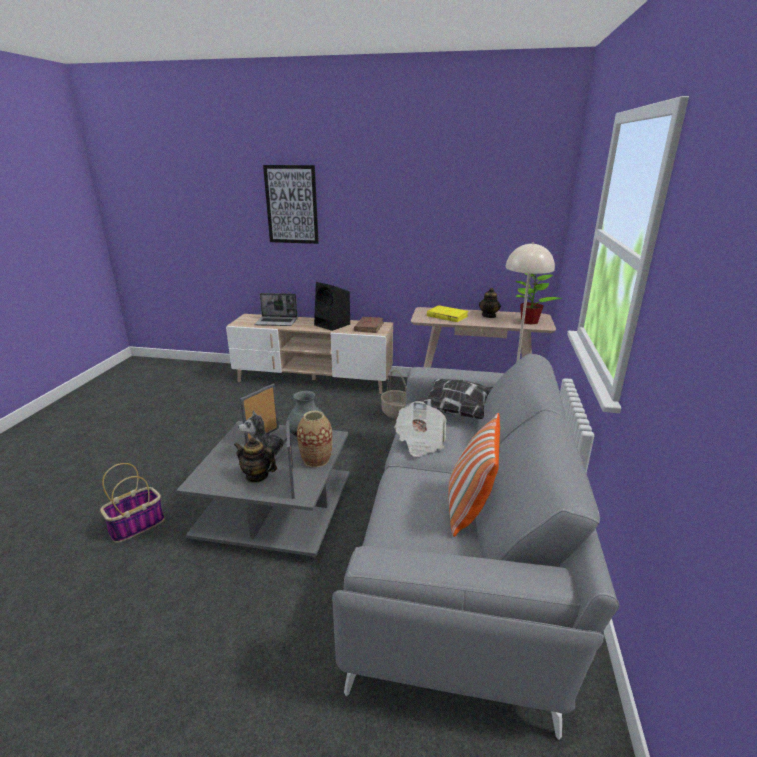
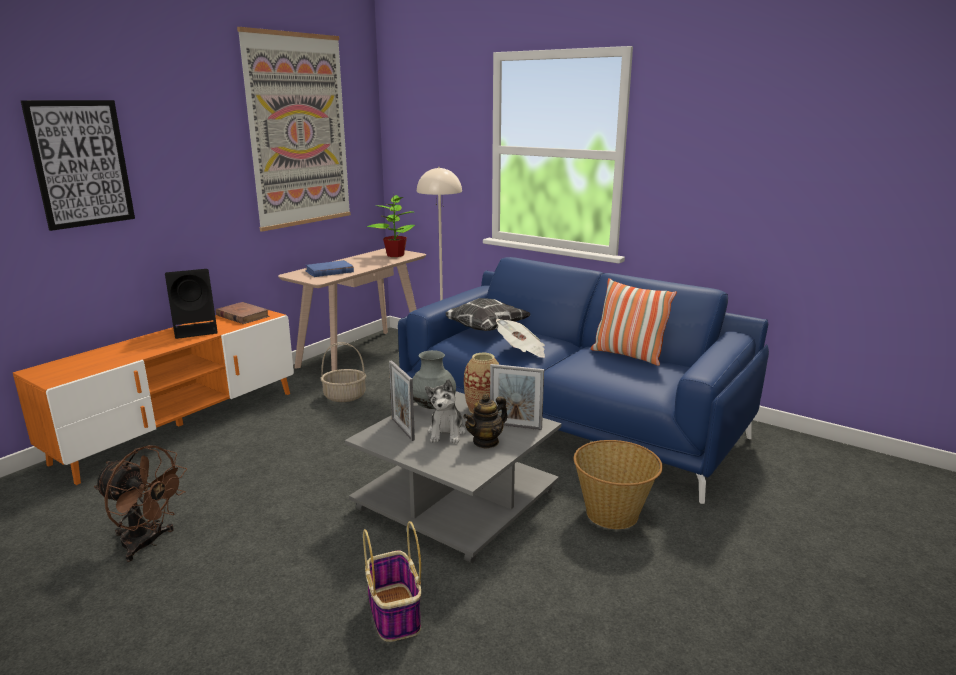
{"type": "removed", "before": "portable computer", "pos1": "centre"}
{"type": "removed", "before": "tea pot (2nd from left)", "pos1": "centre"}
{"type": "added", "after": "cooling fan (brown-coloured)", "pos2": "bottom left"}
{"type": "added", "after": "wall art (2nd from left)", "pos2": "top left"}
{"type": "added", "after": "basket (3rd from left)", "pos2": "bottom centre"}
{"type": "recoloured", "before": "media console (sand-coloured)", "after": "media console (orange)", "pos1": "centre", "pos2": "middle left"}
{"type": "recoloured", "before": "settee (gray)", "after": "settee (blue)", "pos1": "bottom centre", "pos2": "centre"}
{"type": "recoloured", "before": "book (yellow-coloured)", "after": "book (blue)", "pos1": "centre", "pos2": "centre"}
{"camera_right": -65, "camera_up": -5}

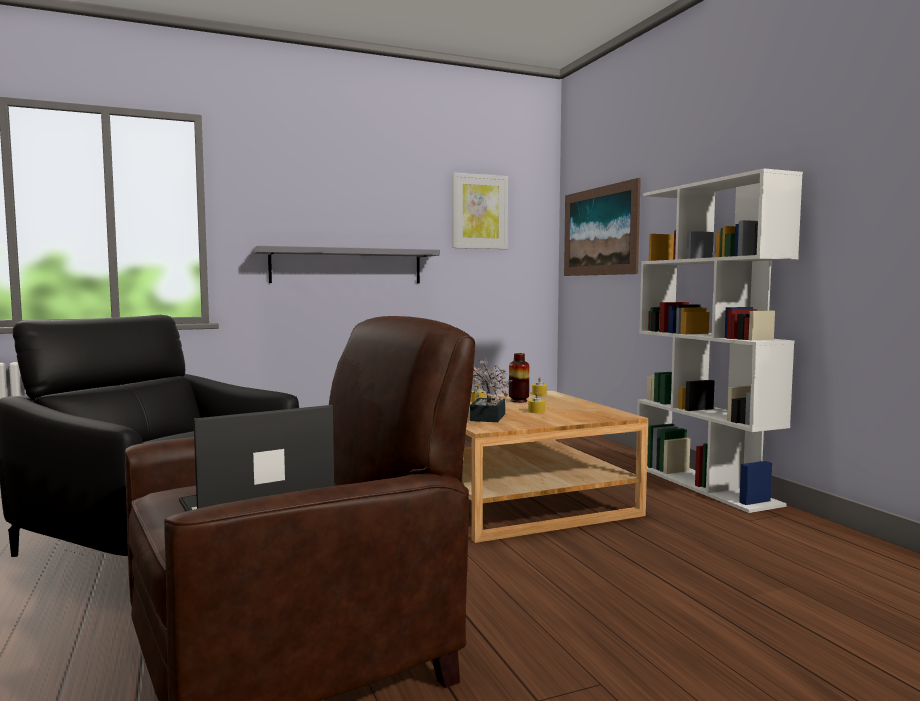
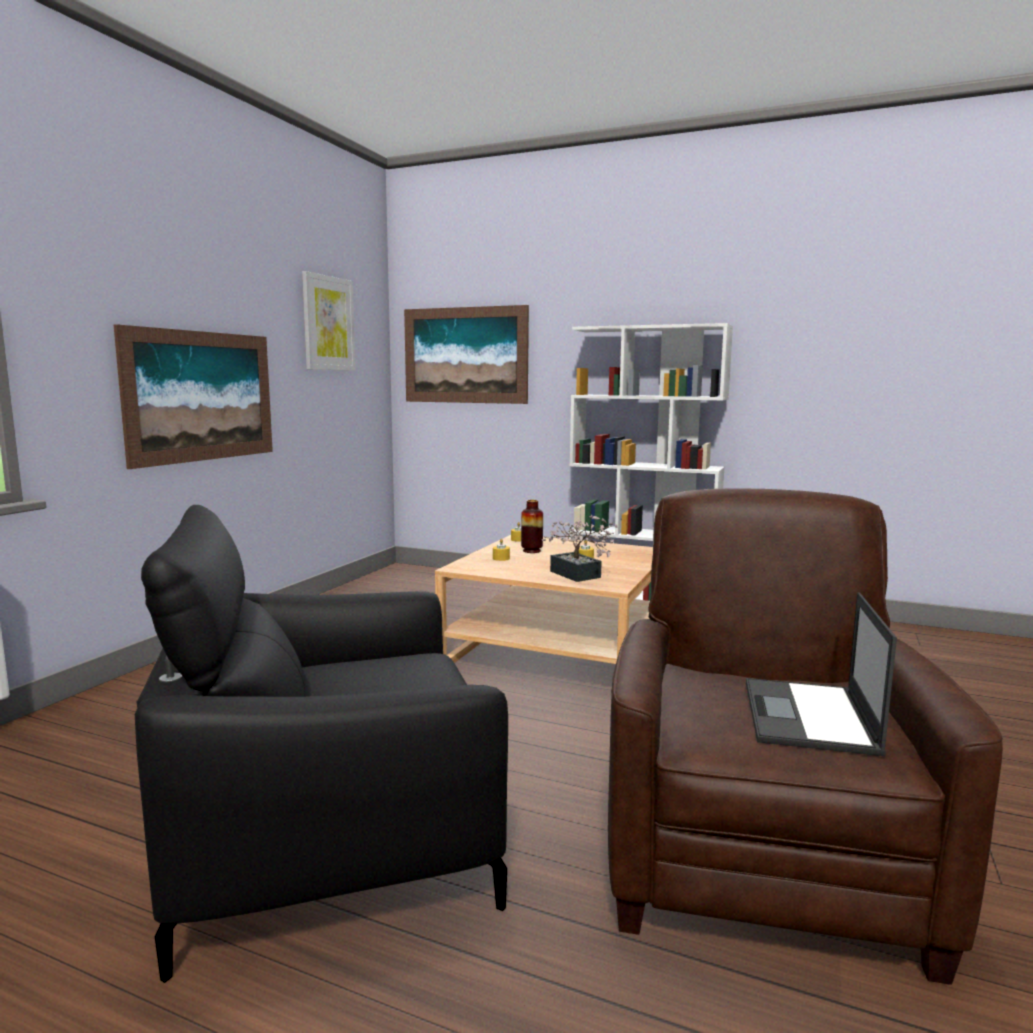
{"type": "replaced", "before": "shelf (gray)", "after": "wall art (1st from left)", "pos1": "centre", "pos2": "middle left"}
{"camera_right": -45, "camera_up": 5}

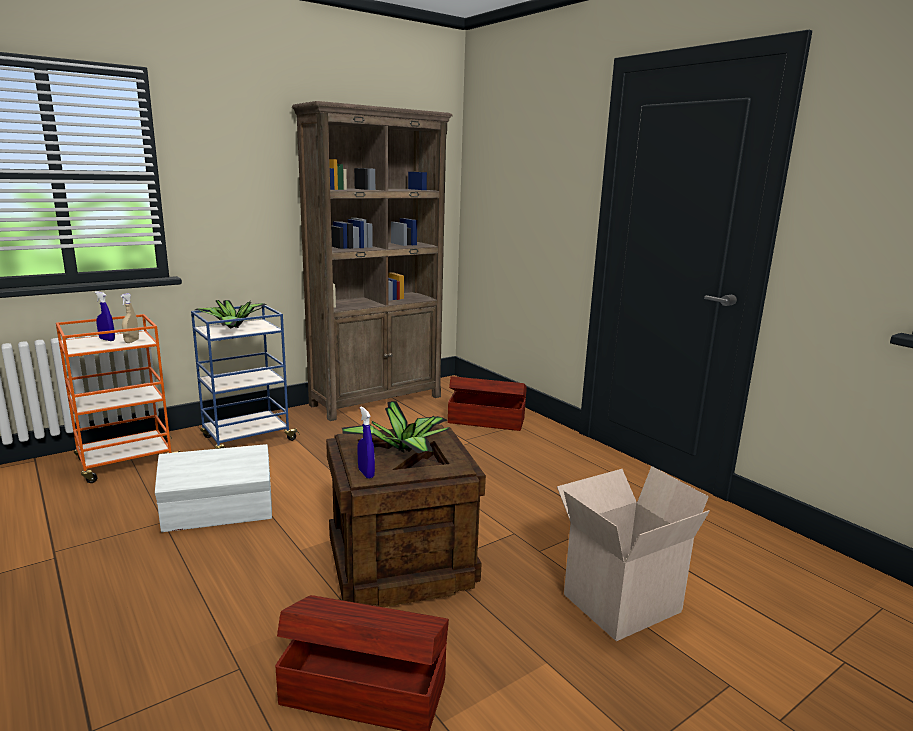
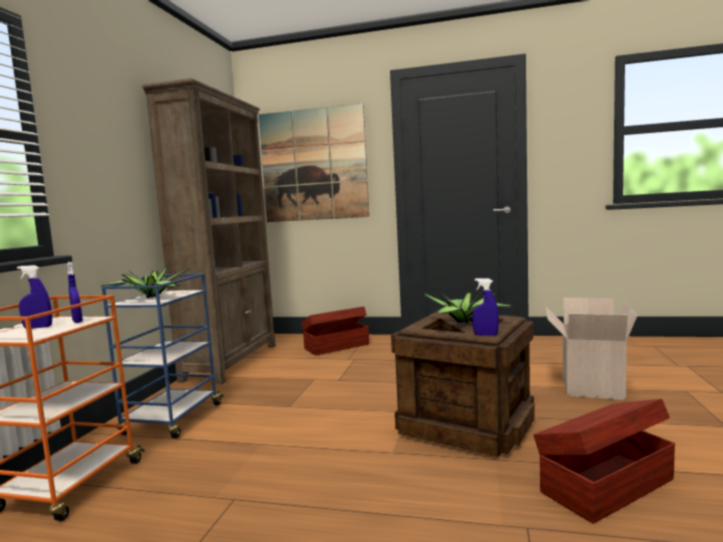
{"type": "removed", "before": "storage bin (white)", "pos1": "bottom left"}
{"type": "added", "after": "wall art", "pos2": "top centre"}
{"type": "recoloured", "before": "spray bottle (sand-coloured)", "after": "spray bottle (blue) (2nd from left)", "pos1": "middle left", "pos2": "middle left"}
{"camera_right": -40, "camera_up": -10}

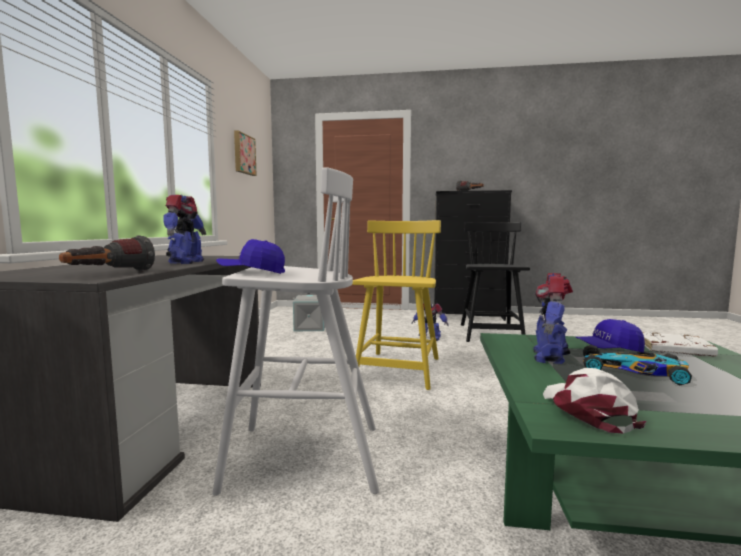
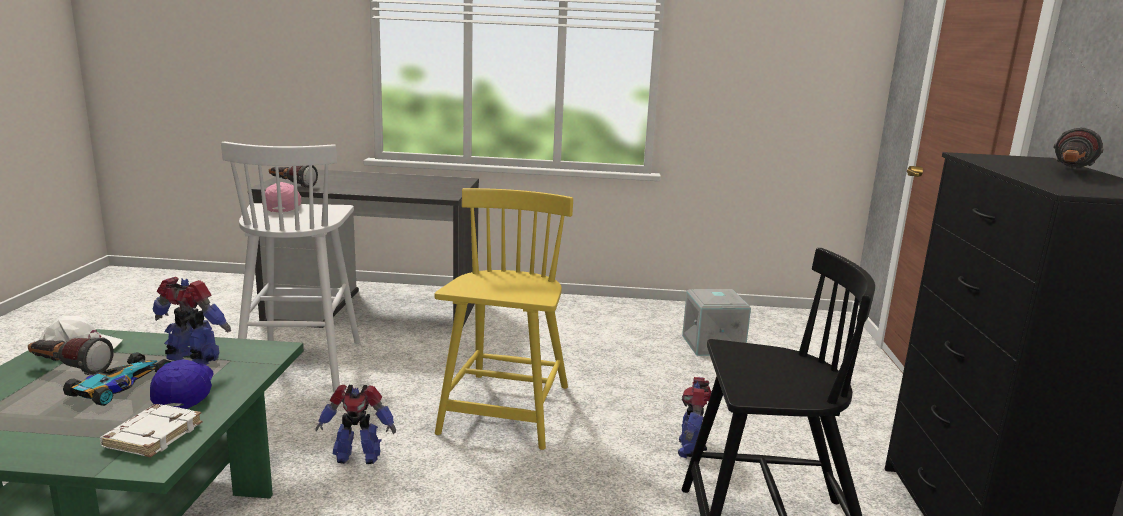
{"type": "removed", "before": "wall art", "pos1": "top left"}
{"type": "added", "after": "torch (1st from left)", "pos2": "bottom left"}
{"type": "moved", "before": "toy robot (1st from left in the first image)", "after": "toy robot (2nd from left)", "pos1": "middle left", "pos2": "bottom left"}
{"type": "recoloured", "before": "peaked cap (blue) (1st from left)", "after": "peaked cap (pinkish)", "pos1": "centre", "pos2": "middle left"}
{"type": "turned", "before": "plain chair (yellow-coloured)", "pos1": "centre", "pos2": "centre", "turn": -90}
{"camera_right": 85, "camera_up": 10}

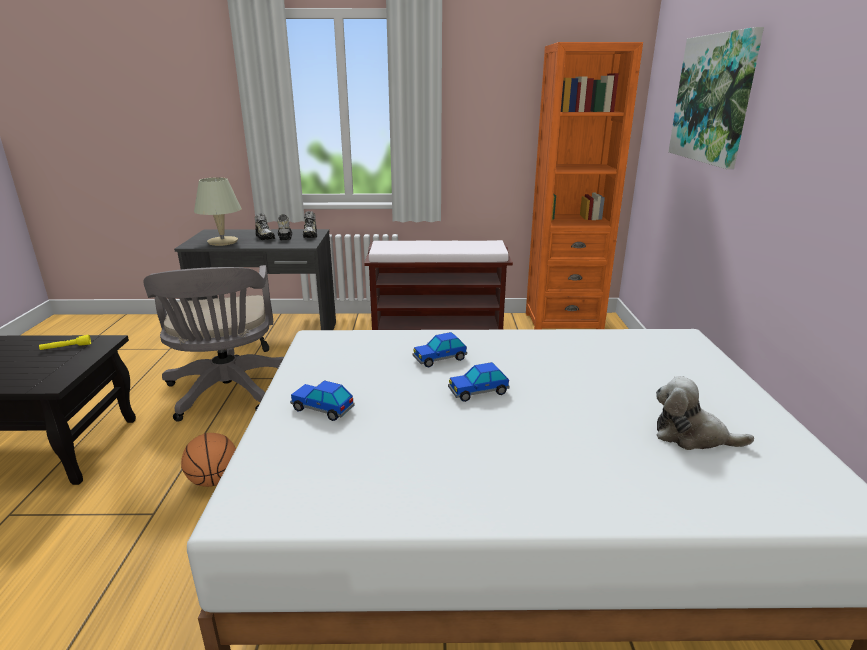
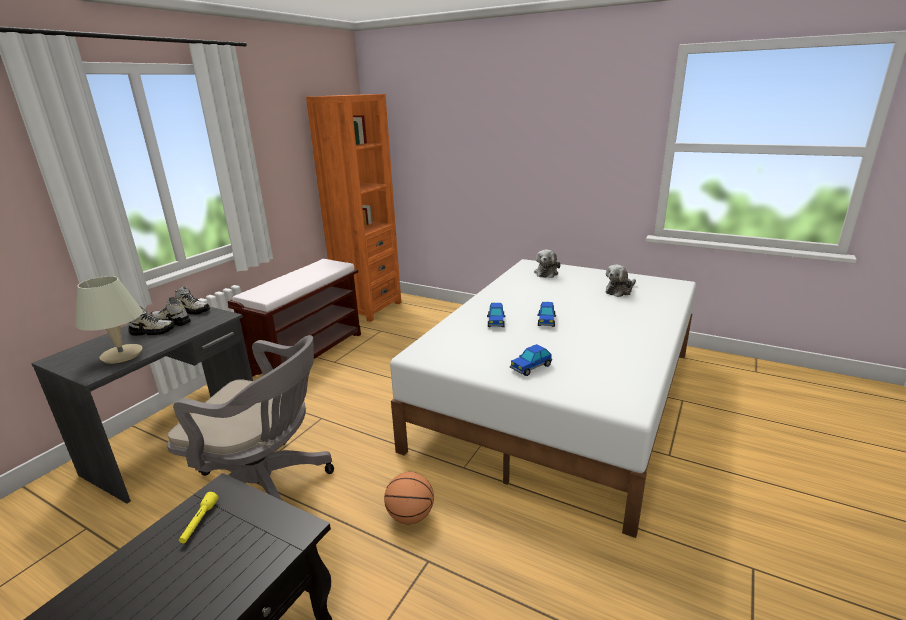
{"type": "removed", "before": "wall art", "pos1": "top right"}
{"type": "added", "after": "soft toy (1st from left)", "pos2": "centre"}
{"camera_right": -60, "camera_up": 0}

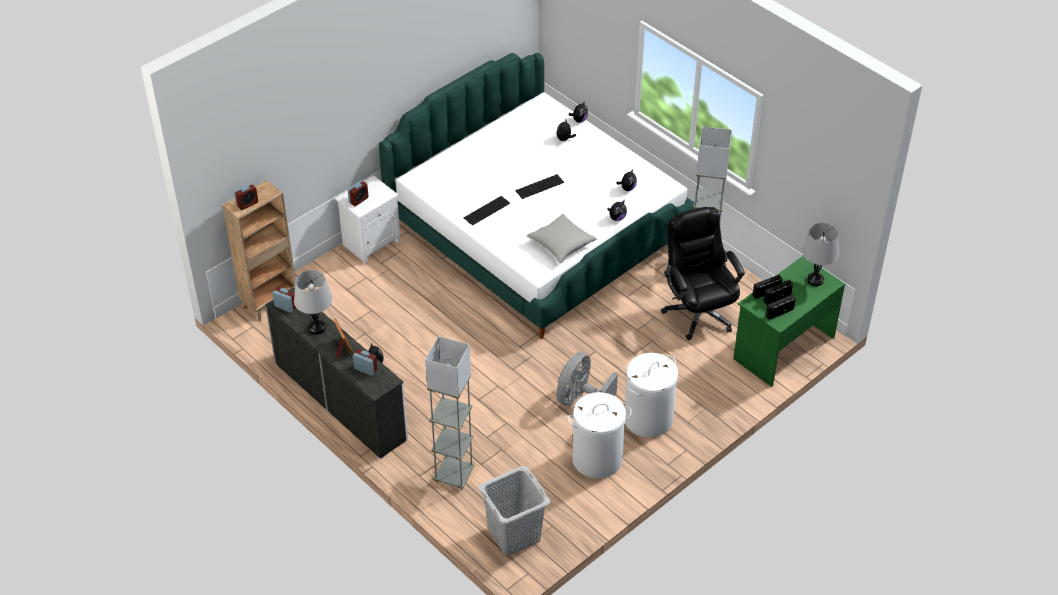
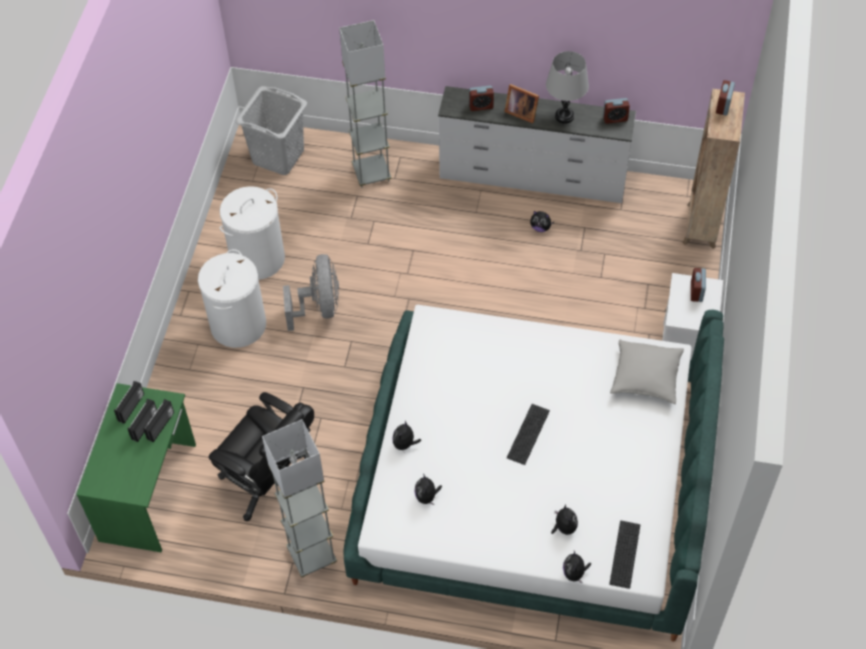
{"type": "removed", "before": "tabletop lamp (gray) (2nd from left)", "pos1": "middle right"}
{"type": "moved", "before": "keyboard (1st from left in the first image)", "after": "keyboard (2nd from left)", "pos1": "centre", "pos2": "bottom right"}
{"type": "moved", "before": "throw pillow (gray)", "pos1": "centre", "pos2": "middle right"}
{"camera_right": 145, "camera_up": 10}

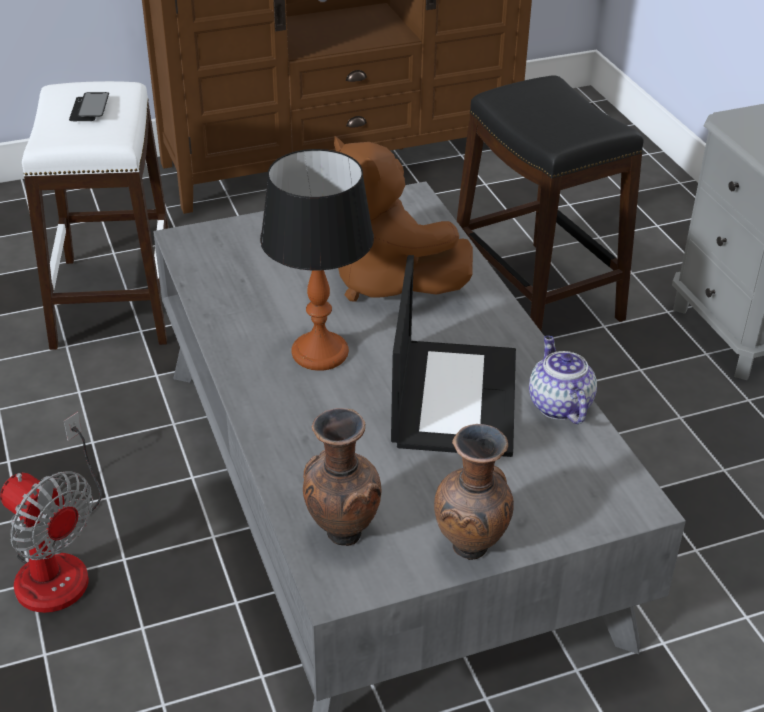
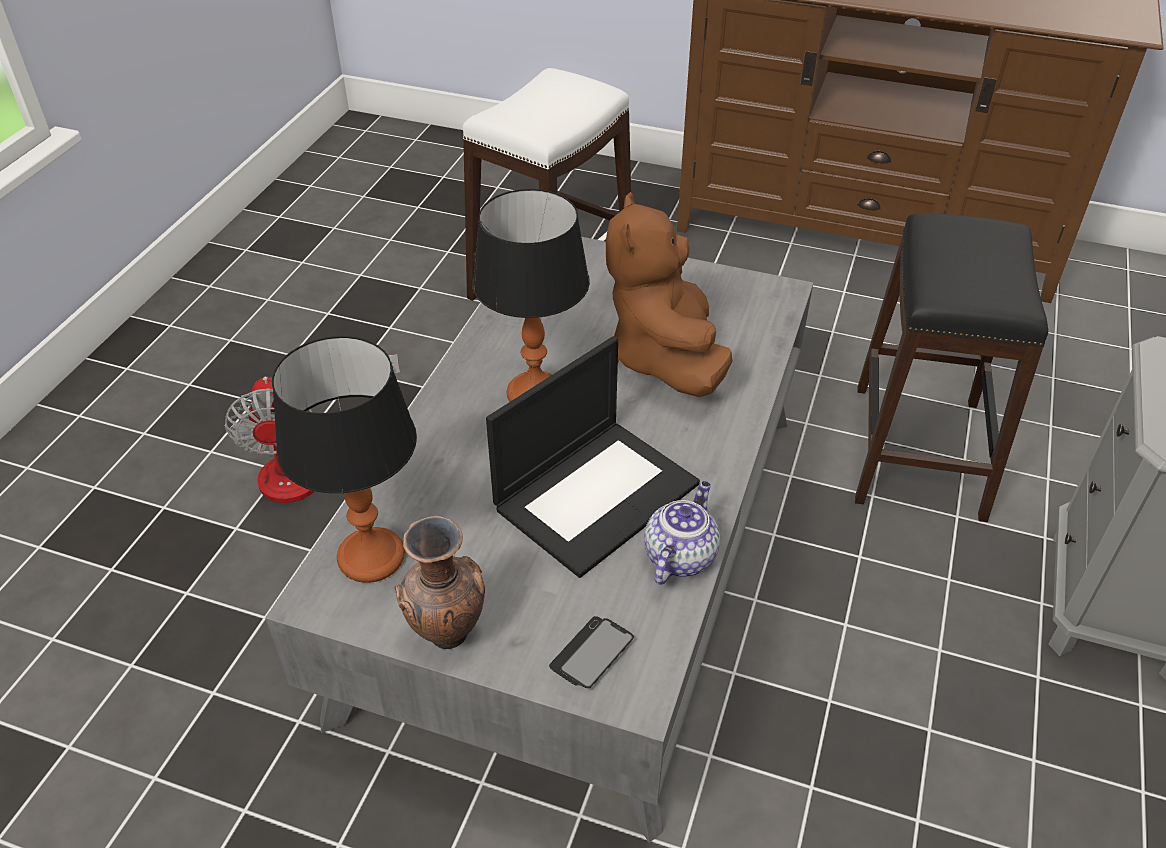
{"type": "moved", "before": "handset", "pos1": "top left", "pos2": "bottom centre"}
{"type": "replaced", "before": "vase (brown-coloured) (1st from left)", "after": "tabletop lamp (1st from left)", "pos1": "bottom centre", "pos2": "middle left"}
{"camera_right": 40, "camera_up": 5}

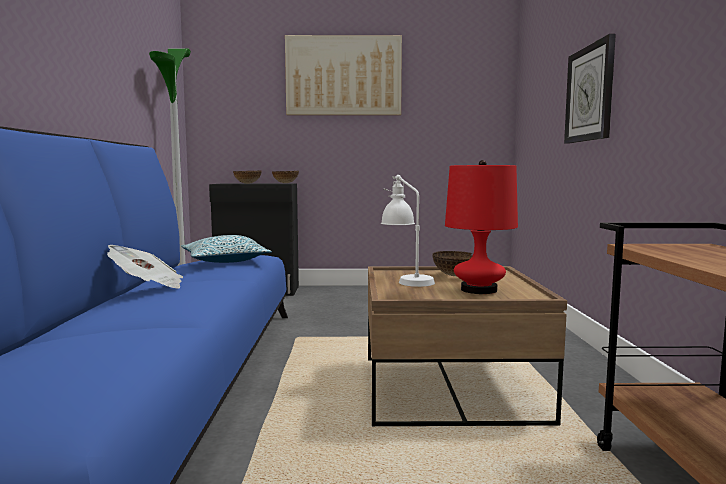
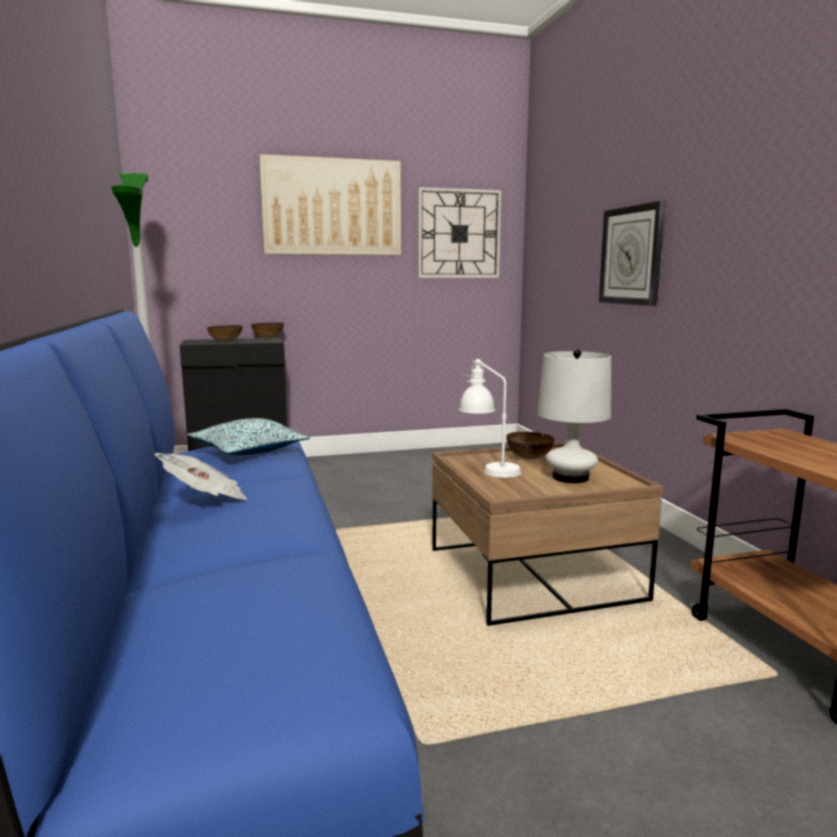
{"type": "added", "after": "wall clock (1st from left)", "pos2": "top centre"}
{"type": "recoloured", "before": "tabletop lamp (reddish)", "after": "tabletop lamp (white) (2nd from left)", "pos1": "centre", "pos2": "middle right"}
{"camera_right": -15, "camera_up": 5}

